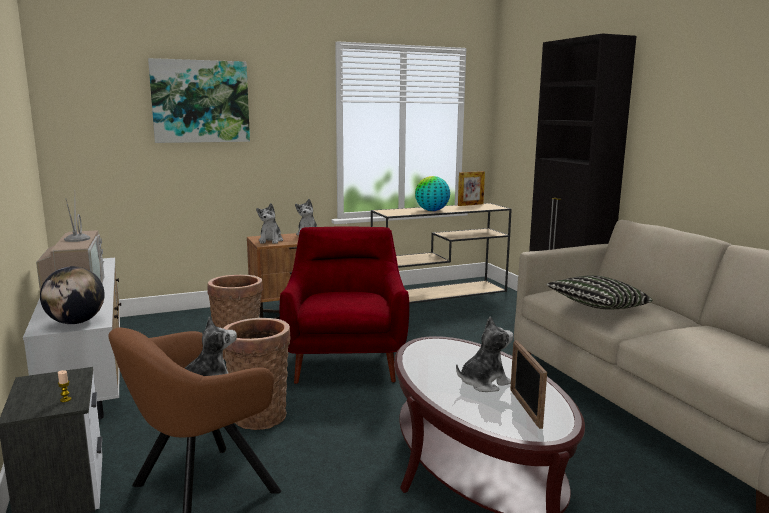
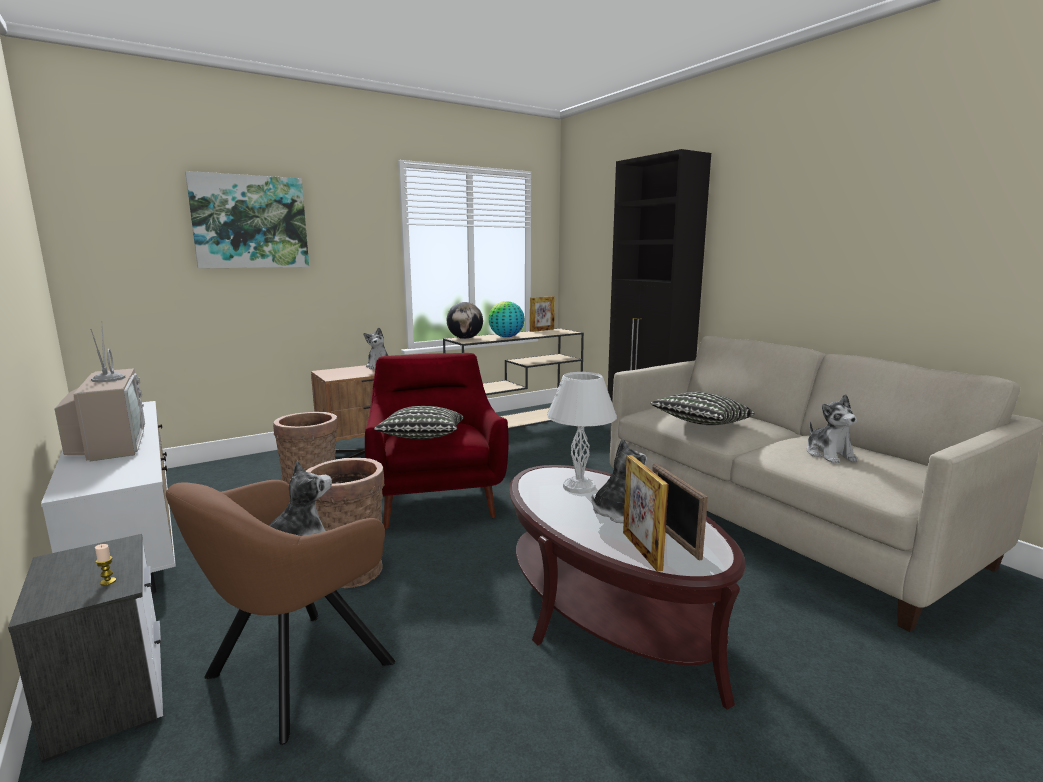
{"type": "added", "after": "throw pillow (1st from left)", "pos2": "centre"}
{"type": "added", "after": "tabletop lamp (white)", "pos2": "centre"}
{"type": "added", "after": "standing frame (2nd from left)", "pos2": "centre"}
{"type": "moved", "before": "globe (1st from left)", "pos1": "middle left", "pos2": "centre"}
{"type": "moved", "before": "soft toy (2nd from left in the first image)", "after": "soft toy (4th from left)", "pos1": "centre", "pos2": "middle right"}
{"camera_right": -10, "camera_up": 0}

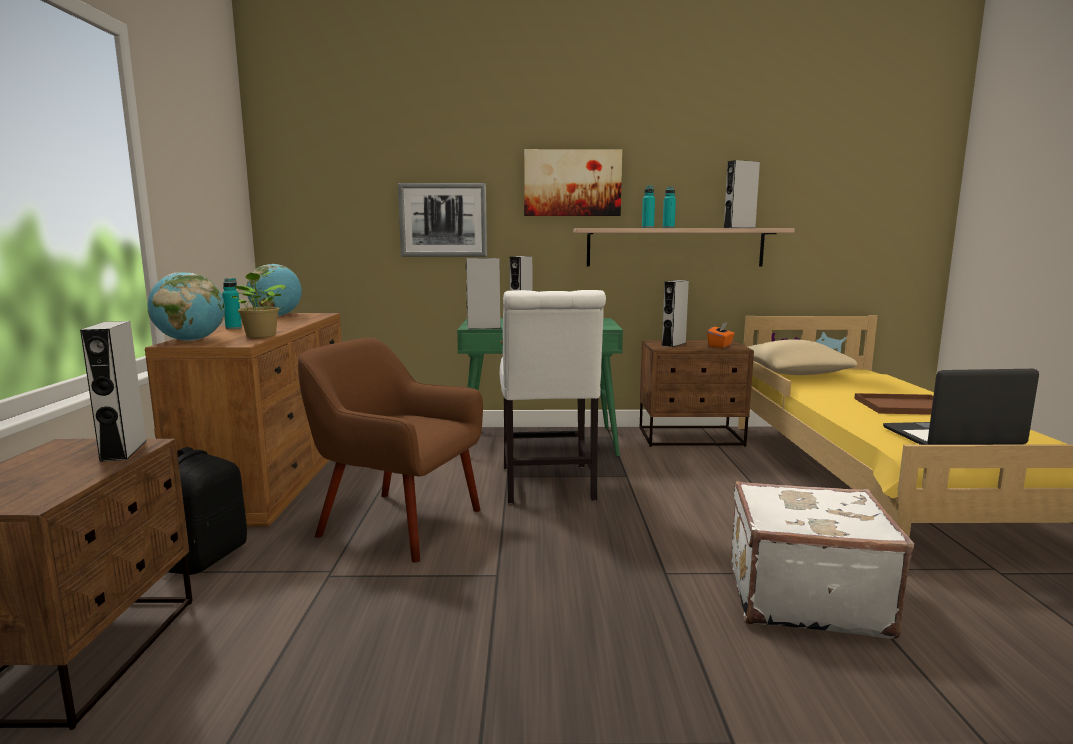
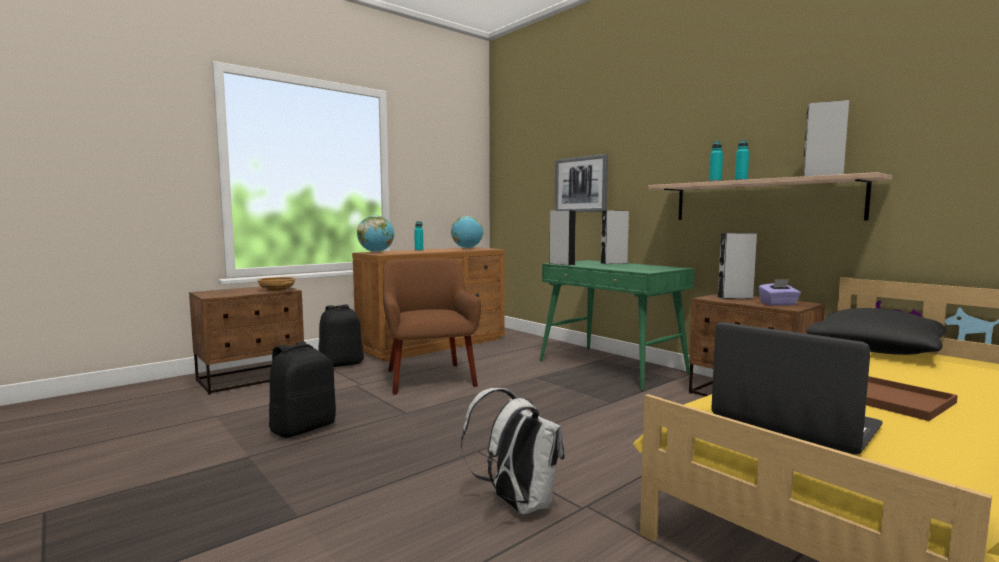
{"type": "removed", "before": "plant in a pot", "pos1": "middle left"}
{"type": "removed", "before": "plain chair (white)", "pos1": "centre"}
{"type": "removed", "before": "wall art (2nd from left)", "pos1": "top centre"}
{"type": "added", "after": "rucksack (blackish) (1st from left)", "pos2": "bottom left"}
{"type": "replaced", "before": "audio speaker (gray) (1st from left)", "after": "bowl (sand-coloured)", "pos1": "middle left", "pos2": "middle left"}
{"type": "replaced", "before": "piece of luggage (white)", "after": "rucksack (white)", "pos1": "bottom right", "pos2": "bottom centre"}
{"type": "recoloured", "before": "tissue holder (orange)", "after": "tissue holder (purple-coloured)", "pos1": "middle right", "pos2": "middle right"}
{"type": "recoloured", "before": "throw pillow (sand-coloured)", "after": "throw pillow (blackish)", "pos1": "middle right", "pos2": "middle right"}
{"camera_right": 50, "camera_up": -5}

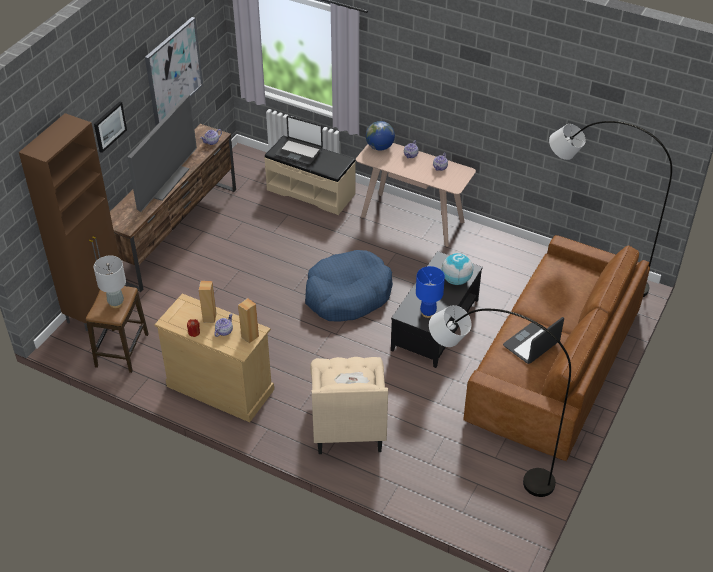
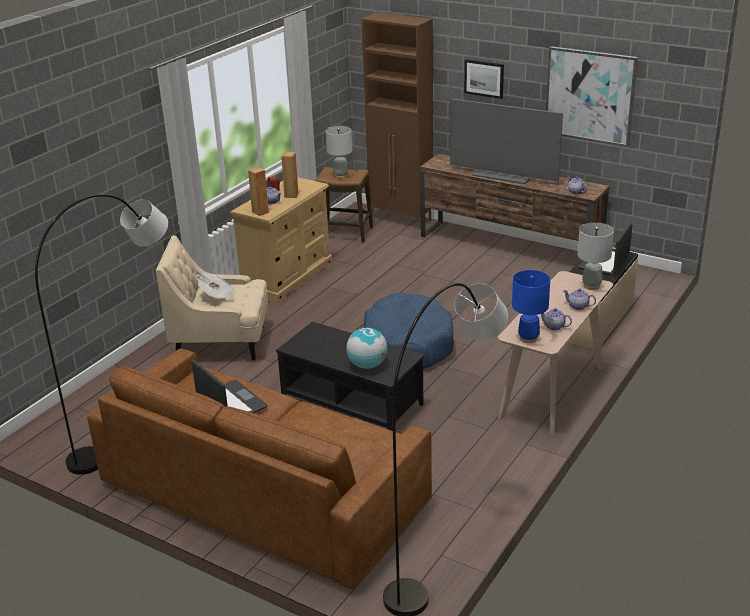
{"type": "moved", "before": "tabletop lamp (blue)", "pos1": "centre", "pos2": "middle right"}
{"type": "replaced", "before": "globe (1st from left)", "after": "tabletop lamp (gray) (2nd from left)", "pos1": "top centre", "pos2": "middle right"}
{"camera_right": 95, "camera_up": -15}

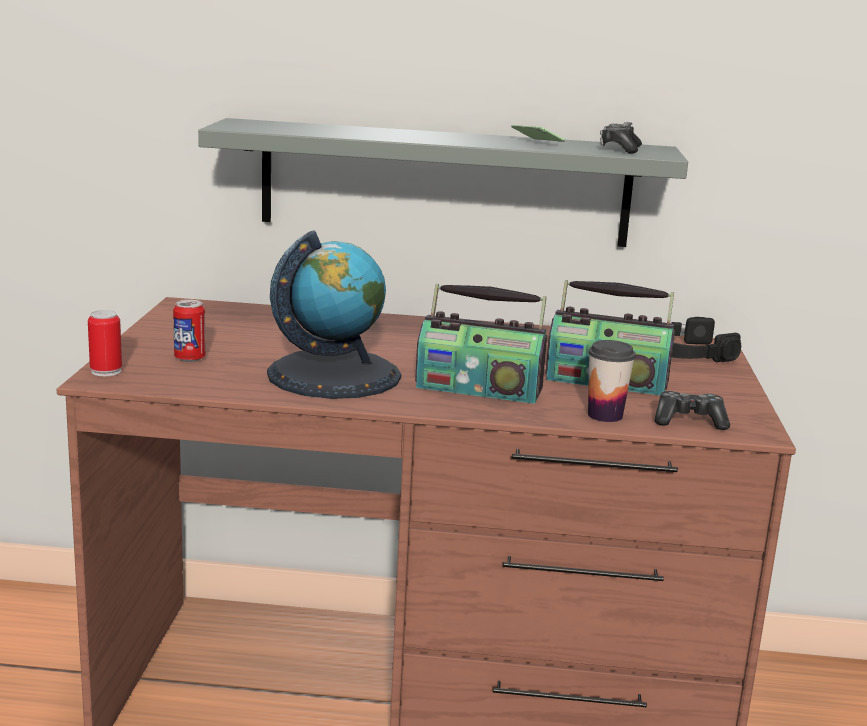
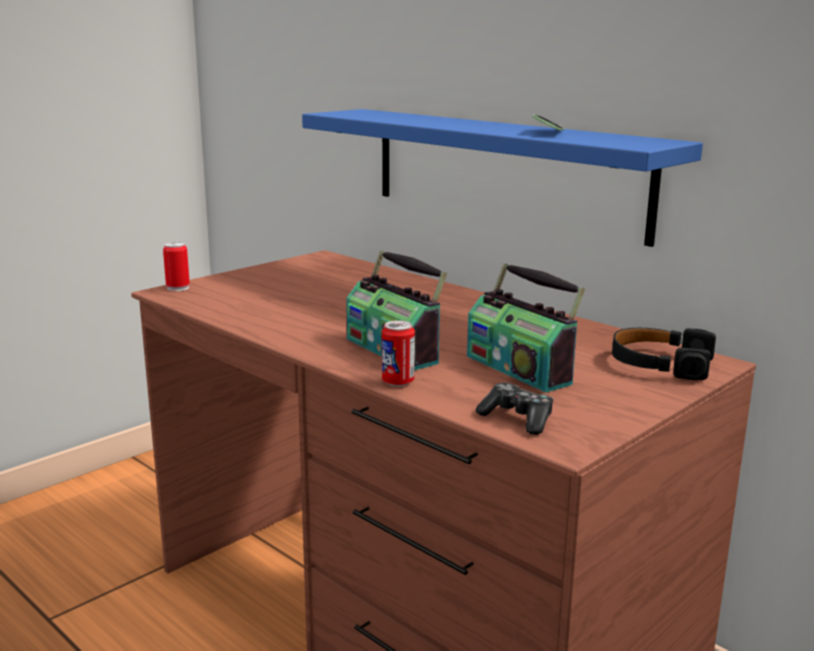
{"type": "removed", "before": "globe", "pos1": "centre"}
{"type": "removed", "before": "cup", "pos1": "middle right"}
{"type": "removed", "before": "joypad (1st from left)", "pos1": "top right"}
{"type": "moved", "before": "sealed can (2nd from left)", "pos1": "middle left", "pos2": "centre"}
{"type": "recoloured", "before": "shelf (gray)", "after": "shelf (blue)", "pos1": "top centre", "pos2": "top centre"}
{"camera_right": 40, "camera_up": 0}

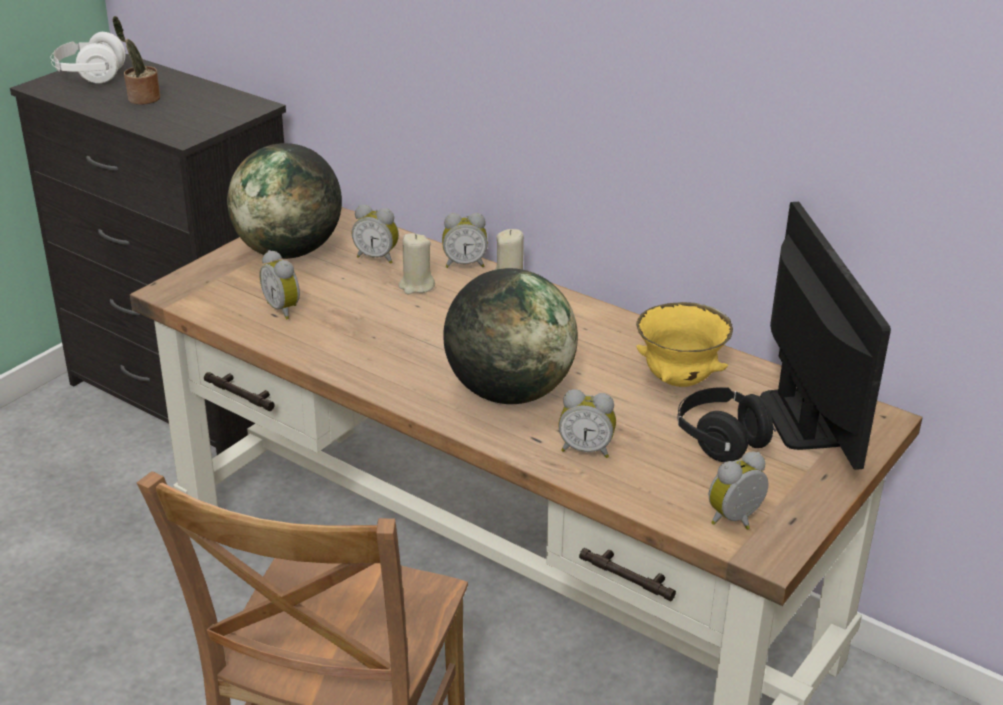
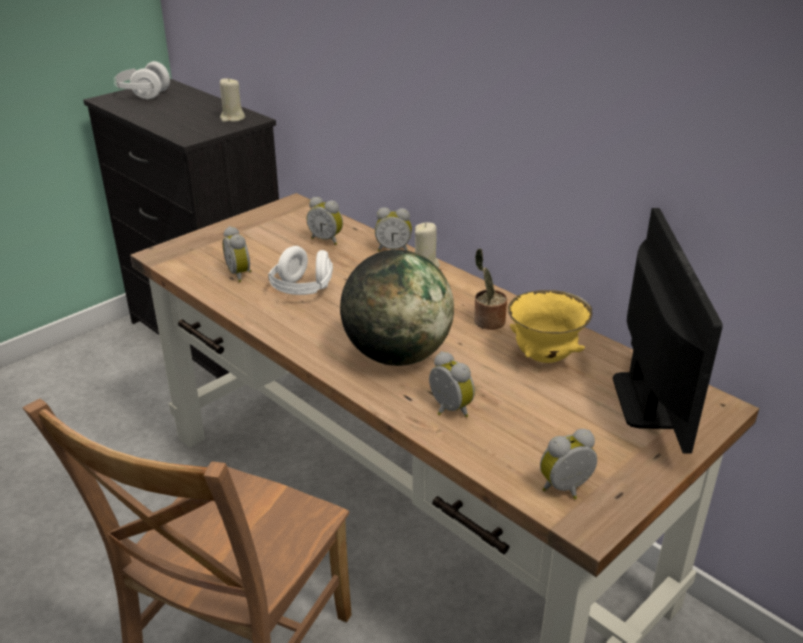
{"type": "removed", "before": "globe (1st from left)", "pos1": "top left"}
{"type": "removed", "before": "pair of headphones (blackish)", "pos1": "middle right"}
{"type": "added", "after": "pair of headphones (white) (2nd from left)", "pos2": "centre"}
{"type": "moved", "before": "plant in a pot", "pos1": "top left", "pos2": "centre"}
{"type": "moved", "before": "candle (sand-coloured) (1st from left)", "pos1": "centre", "pos2": "top left"}
{"type": "turned", "before": "alarm clock (4th from left)", "pos1": "centre", "pos2": "centre", "turn": -150}
{"camera_right": 10, "camera_up": 0}

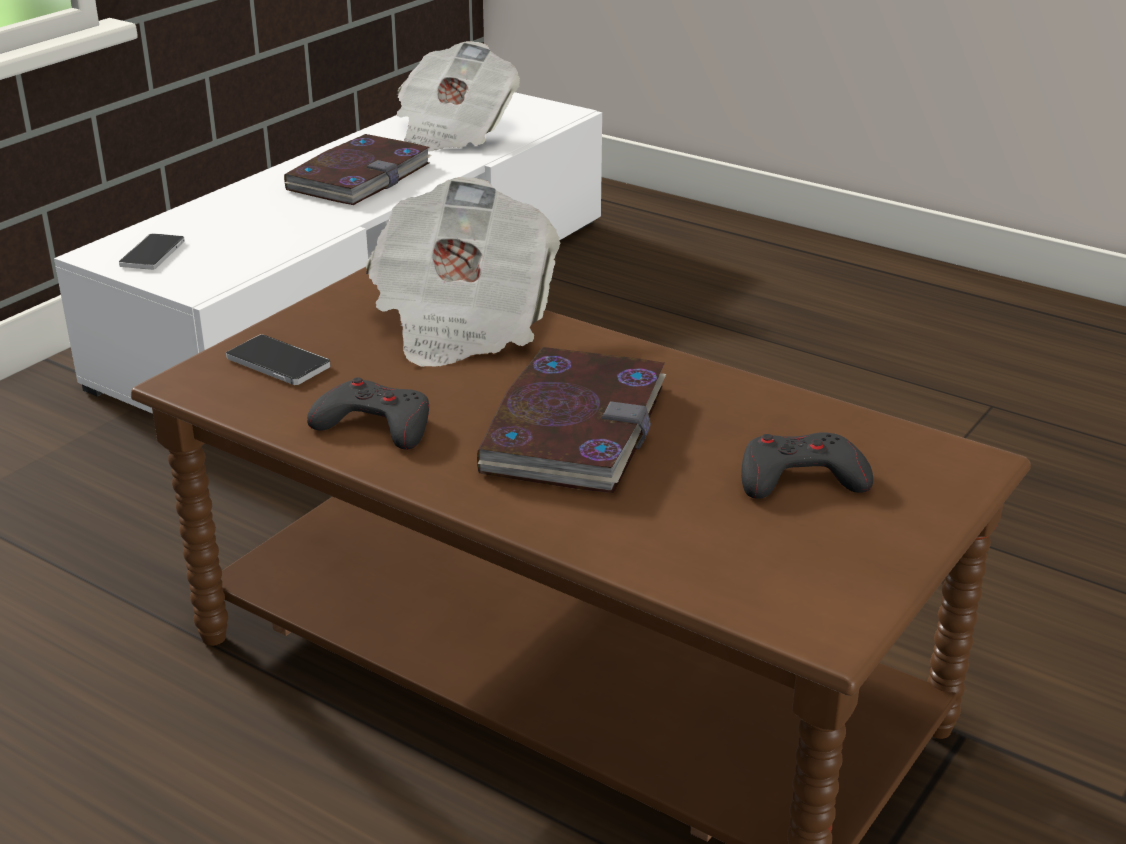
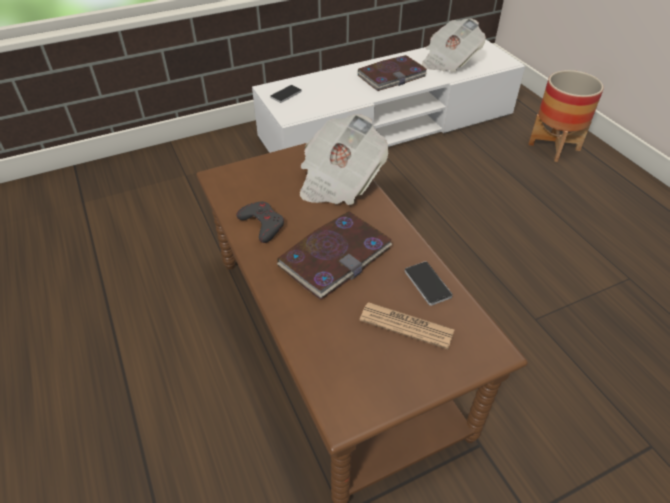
{"type": "added", "after": "flower pot", "pos2": "top right"}
{"type": "moved", "before": "handset (2nd from left)", "pos1": "middle left", "pos2": "centre"}
{"type": "replaced", "before": "joypad (gray) (2nd from left)", "after": "printed paper (2nd from left)", "pos1": "middle right", "pos2": "centre"}
{"camera_right": 30, "camera_up": 15}

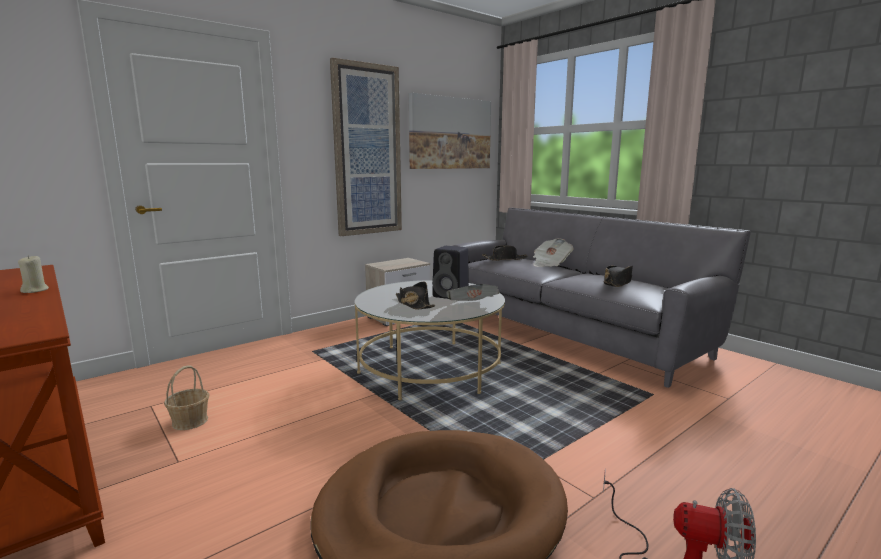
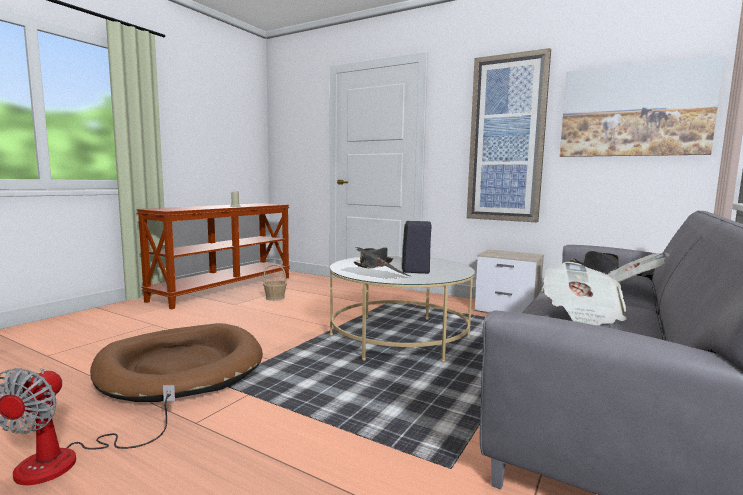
{"type": "replaced", "before": "hat (blackish) (3rd from left)", "after": "printed paper (2nd from left)", "pos1": "middle right", "pos2": "middle right"}
{"camera_right": 70, "camera_up": -5}

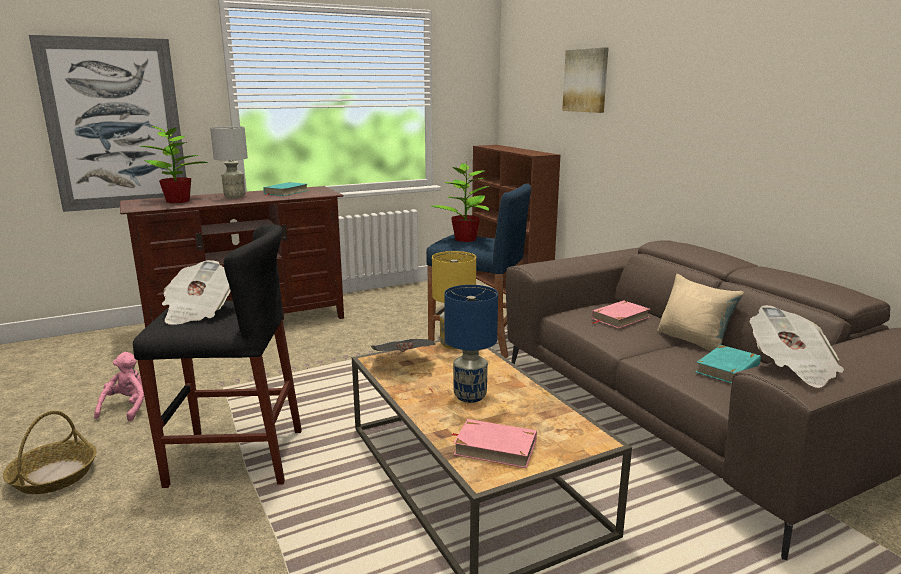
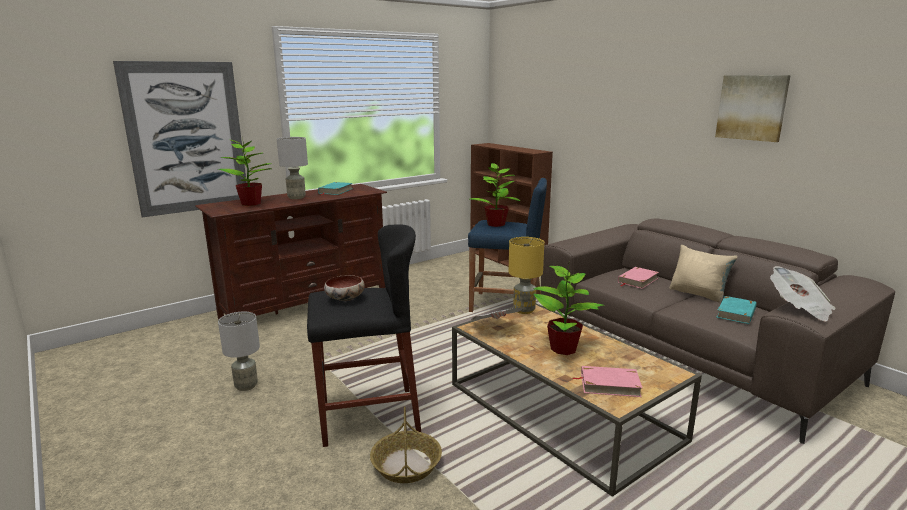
{"type": "moved", "before": "basket", "pos1": "bottom left", "pos2": "bottom centre"}
{"type": "moved", "before": "wall art (2nd from left)", "pos1": "top centre", "pos2": "top right"}
{"type": "replaced", "before": "soft toy (pinkish)", "after": "tabletop lamp (gray) (1st from left)", "pos1": "bottom left", "pos2": "bottom left"}
{"type": "replaced", "before": "printed paper (1st from left)", "after": "bowl", "pos1": "middle left", "pos2": "centre"}
{"type": "replaced", "before": "tabletop lamp (blue)", "after": "plant in a pot (3rd from left)", "pos1": "centre", "pos2": "centre"}
{"camera_right": -10, "camera_up": 0}

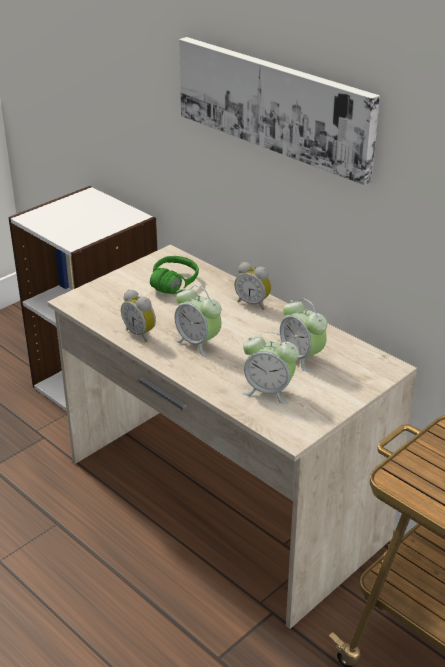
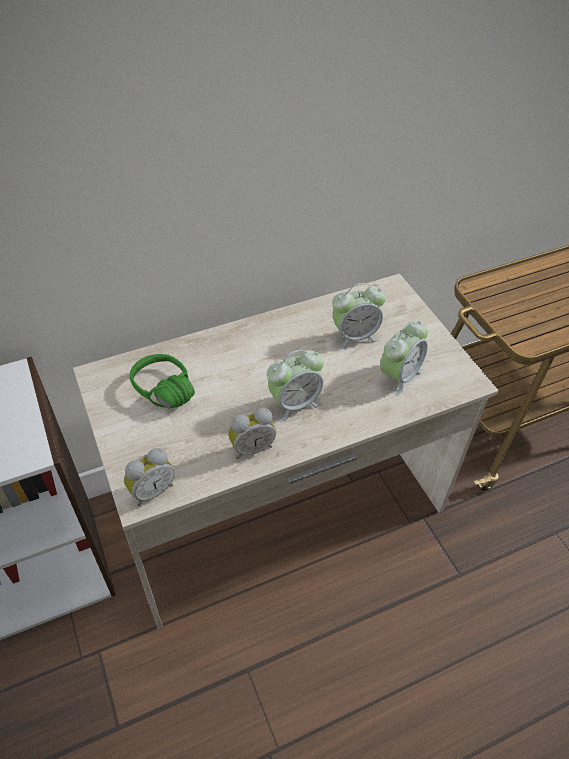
{"type": "removed", "before": "wall art", "pos1": "top centre"}
{"type": "moved", "before": "alarm clock (3rd from left in the first image)", "after": "alarm clock (1st from left)", "pos1": "centre", "pos2": "middle left"}
{"camera_right": -70, "camera_up": 15}

